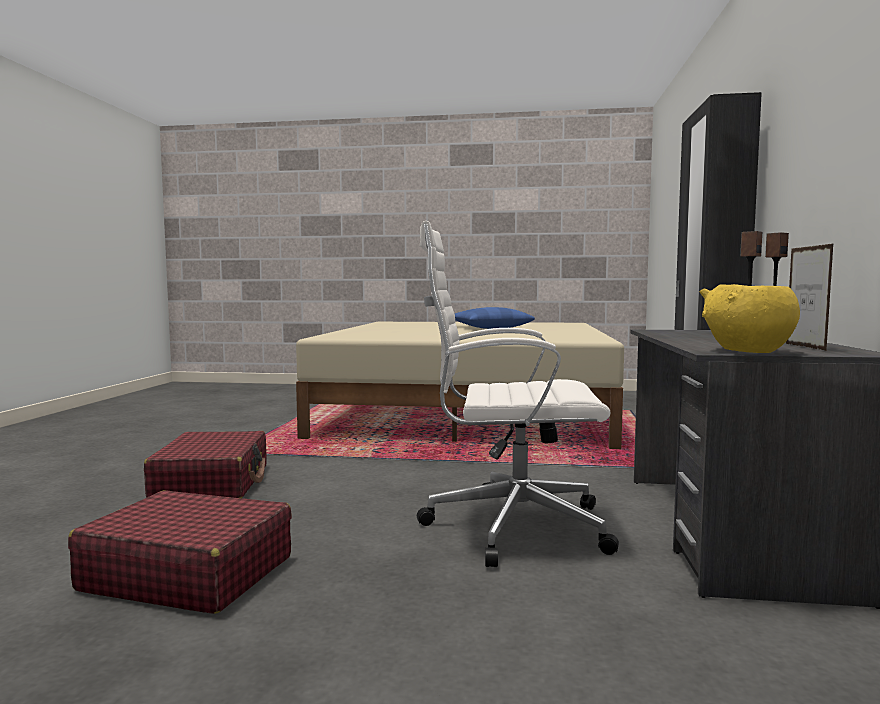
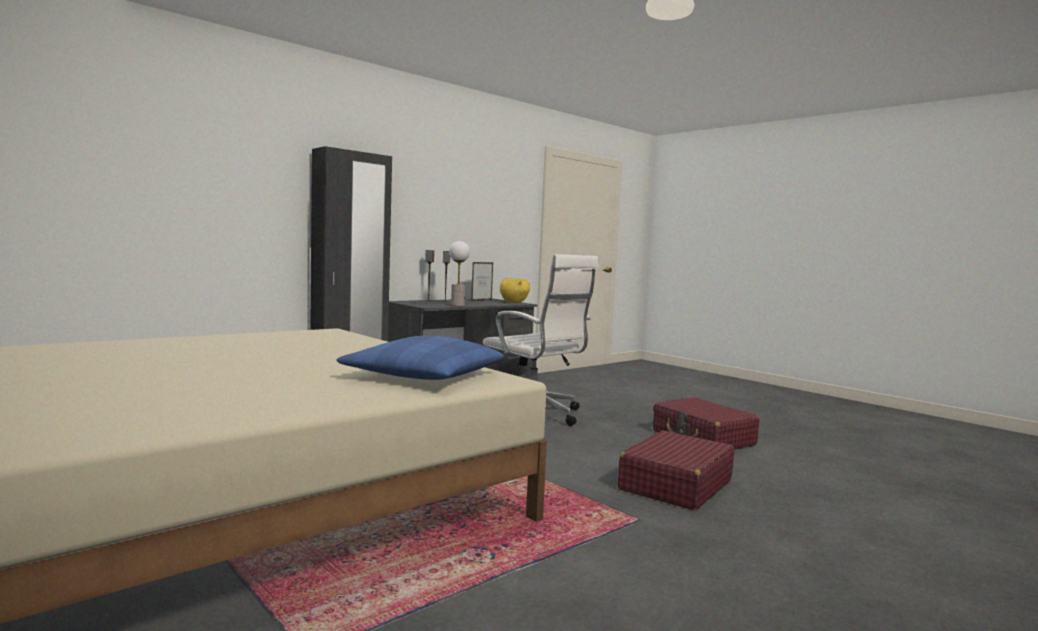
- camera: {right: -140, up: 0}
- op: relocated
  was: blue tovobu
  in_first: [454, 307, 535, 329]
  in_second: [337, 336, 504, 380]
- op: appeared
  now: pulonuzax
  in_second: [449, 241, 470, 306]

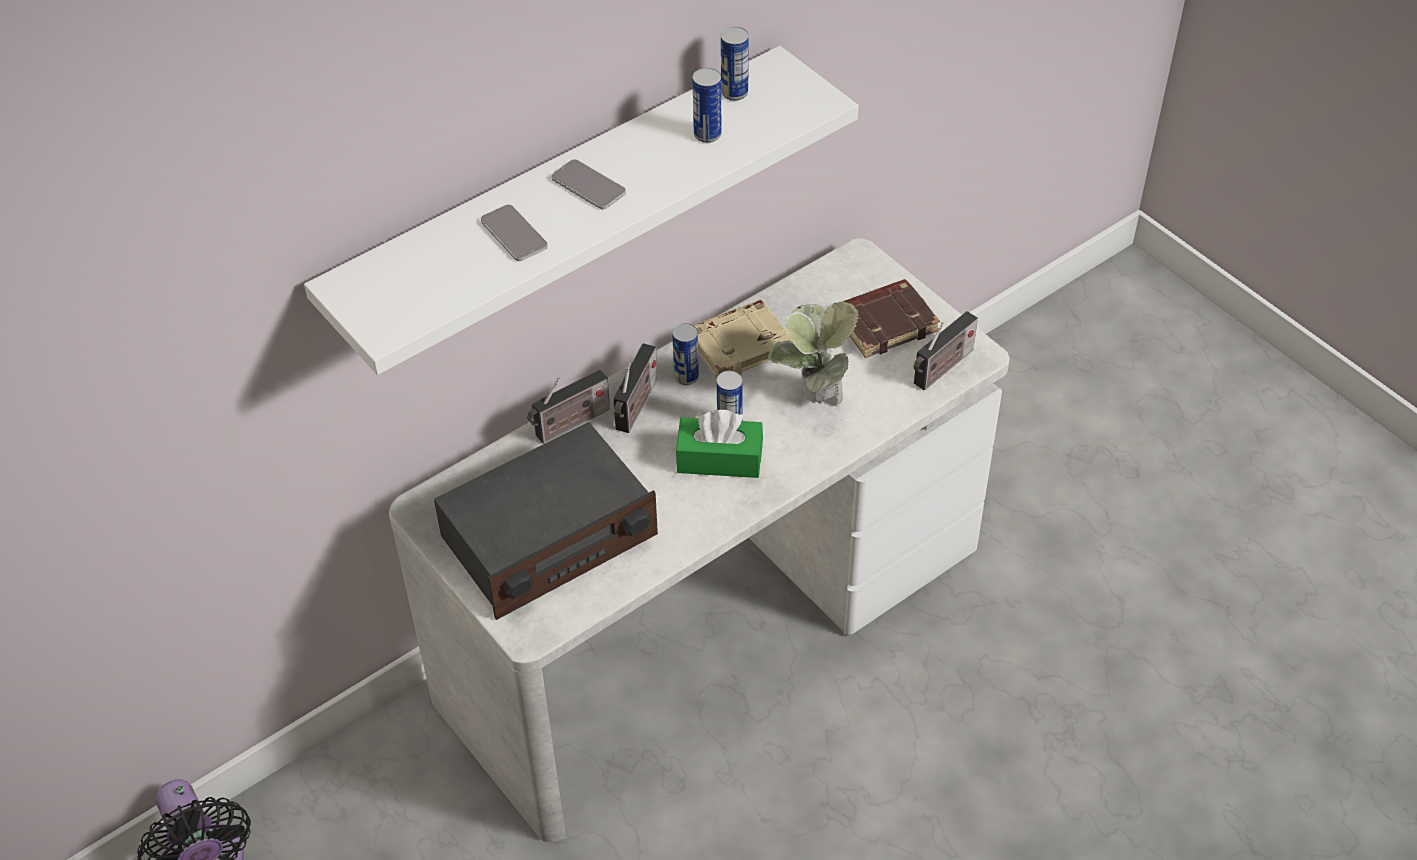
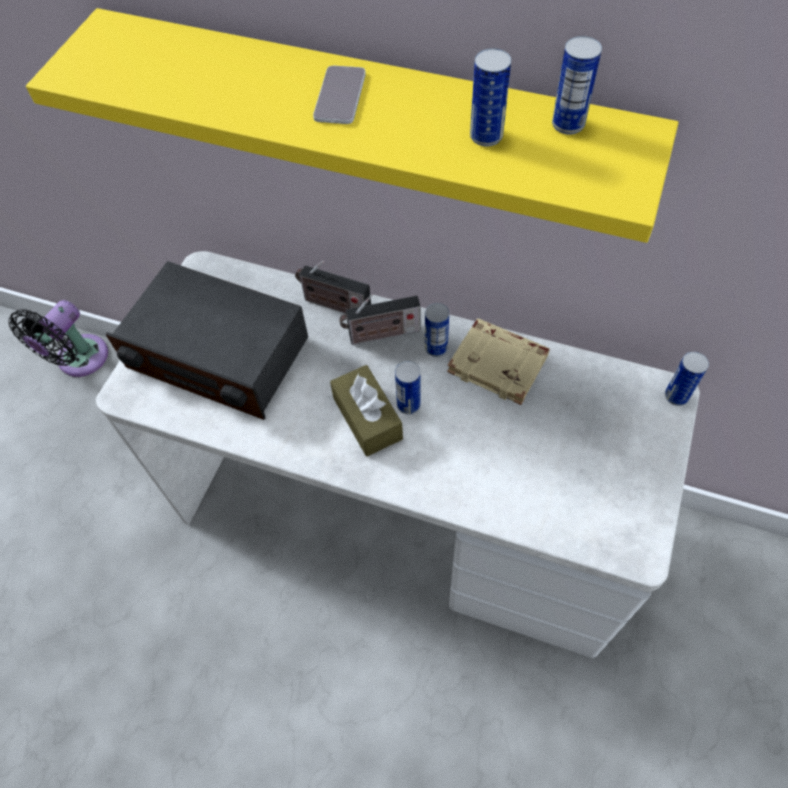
- camera: {right: 60, up: 10}
- op: colour
  was: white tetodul
  now: yellow tetodul
  in_first: [304, 46, 859, 375]
  in_second: [26, 8, 679, 243]
- op: missing
  was: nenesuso
  in_first: [481, 204, 548, 261]
- op: missing
  was: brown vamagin
  in_first: [844, 279, 940, 358]
- op: missing
  was: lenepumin
  in_first: [768, 301, 860, 404]
- op: missing
  was: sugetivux
  in_first: [914, 311, 978, 390]
- op: colour
  was: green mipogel
  now: brown mipogel
  in_first: [676, 410, 763, 478]
  in_second: [330, 365, 403, 456]
- op: appeared
  now: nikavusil
  in_second: [665, 352, 709, 406]

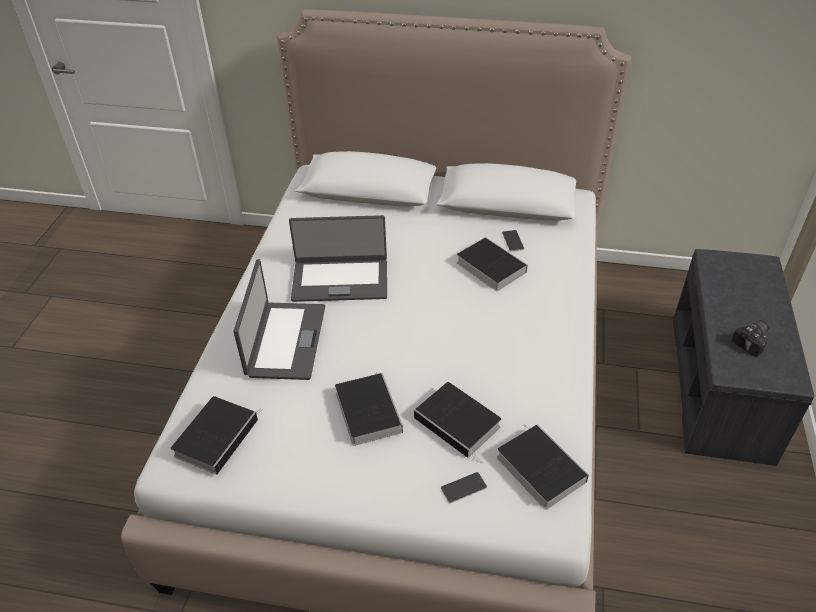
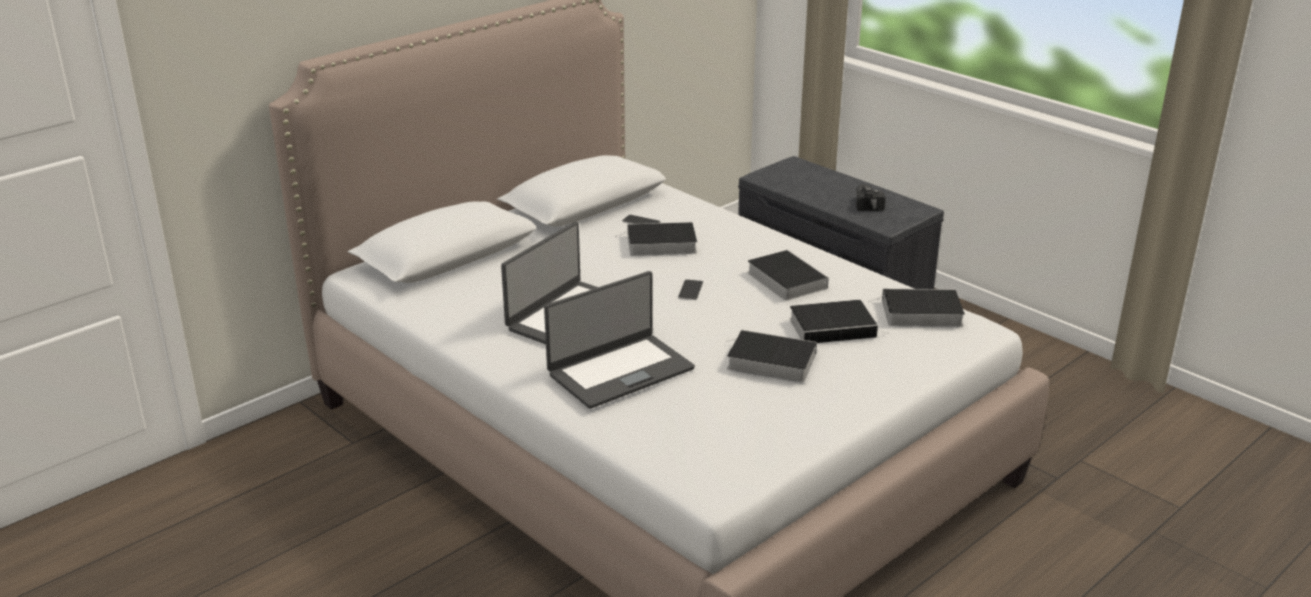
- camera: {right: -55, up: -15}
- op: spun
  was: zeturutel
  in_first: [234, 259, 325, 380]
  in_second: [544, 271, 695, 409]
  clockwise: 105
- op: relocated
  was: vamagin
  in_first: [171, 396, 262, 475]
  in_second: [747, 250, 829, 301]
- op: relocated
  was: nenesuso
  in_first: [441, 472, 487, 503]
  in_second: [678, 279, 703, 300]

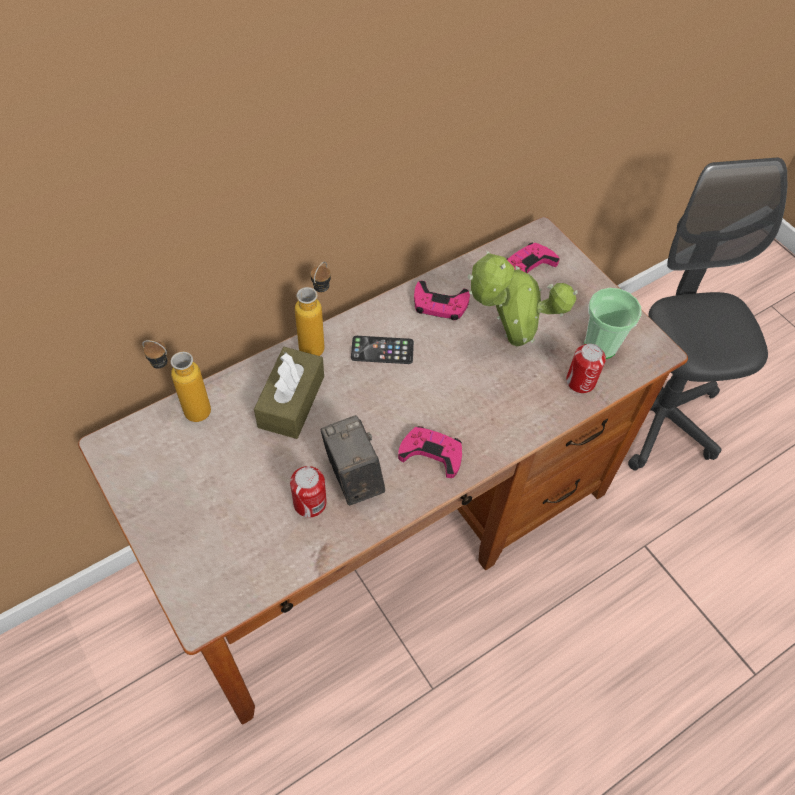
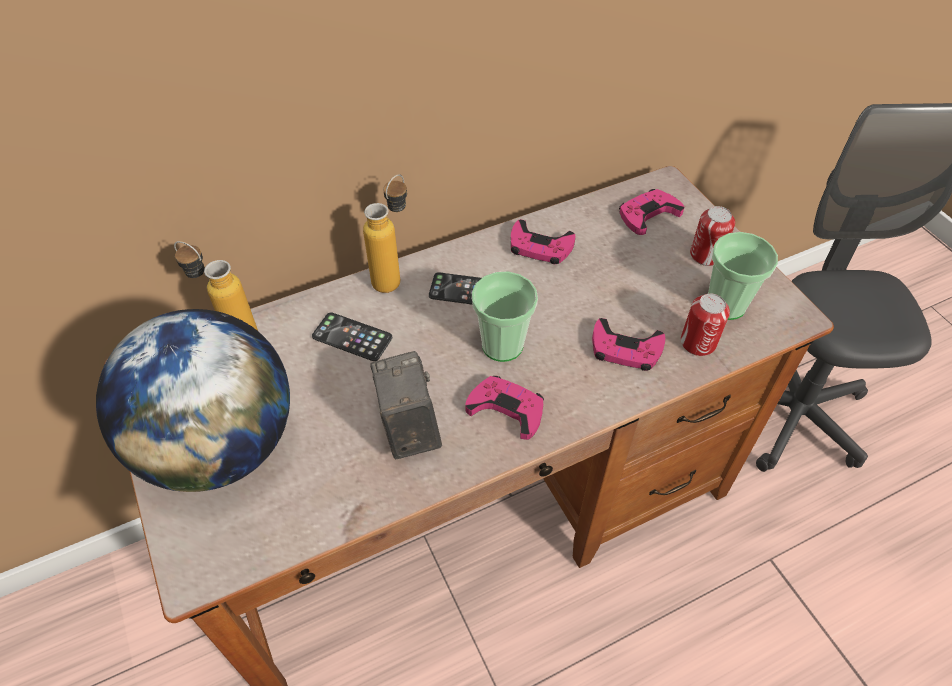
- camera: {right: 10, up: -5}
- op: missing
  was: lenepumin
  in_first: [467, 251, 578, 346]
- op: exchanged
  was: brown mipogel
  now: nenesuso
  in_first: [254, 347, 324, 439]
  in_second: [312, 312, 392, 361]
- op: relocated
  was: nikavusil
  in_first: [290, 466, 327, 518]
  in_second: [690, 206, 735, 266]
- op: appeared
  now: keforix
  in_second: [472, 271, 538, 362]
- op: appeared
  now: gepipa
  in_second: [96, 309, 290, 492]
- op: appeared
  now: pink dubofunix
  in_second: [592, 318, 665, 371]

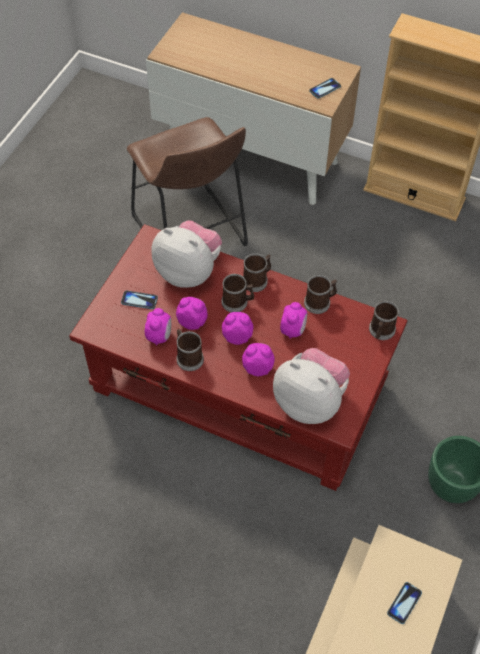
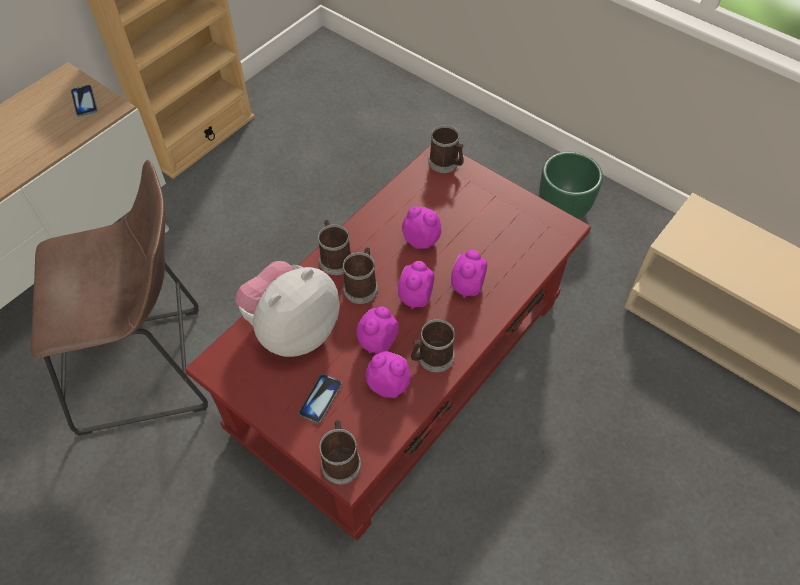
- camera: {right: -75, up: 0}
- op: relocated
  was: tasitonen
  in_first: [304, 275, 337, 314]
  in_second: [319, 420, 361, 484]
- op: missing
  was: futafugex
  in_first: [273, 348, 350, 424]
- op: missing
  was: nenesuso
  in_first: [387, 582, 422, 624]

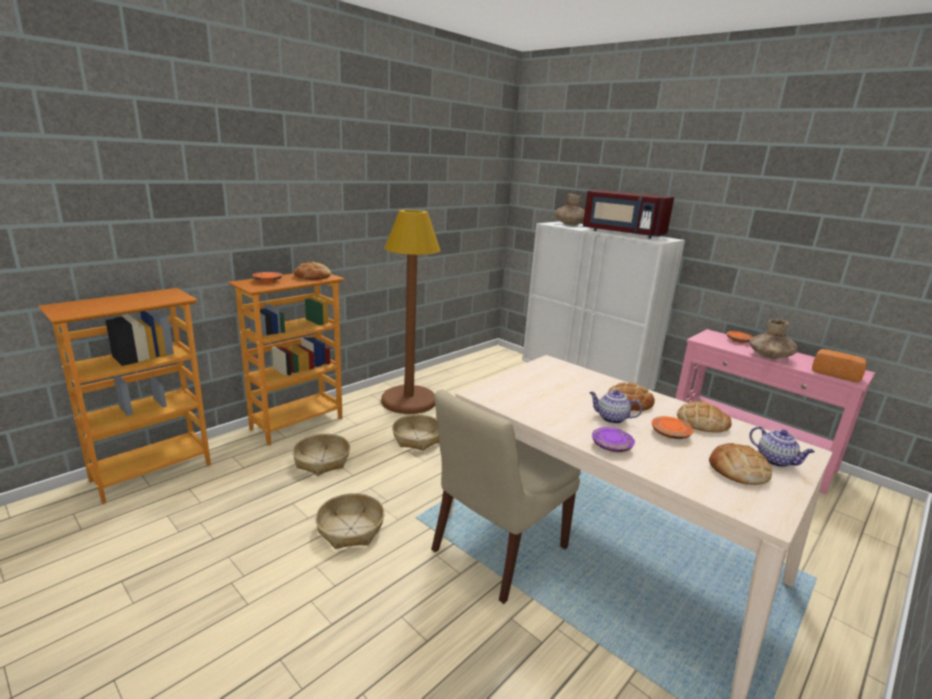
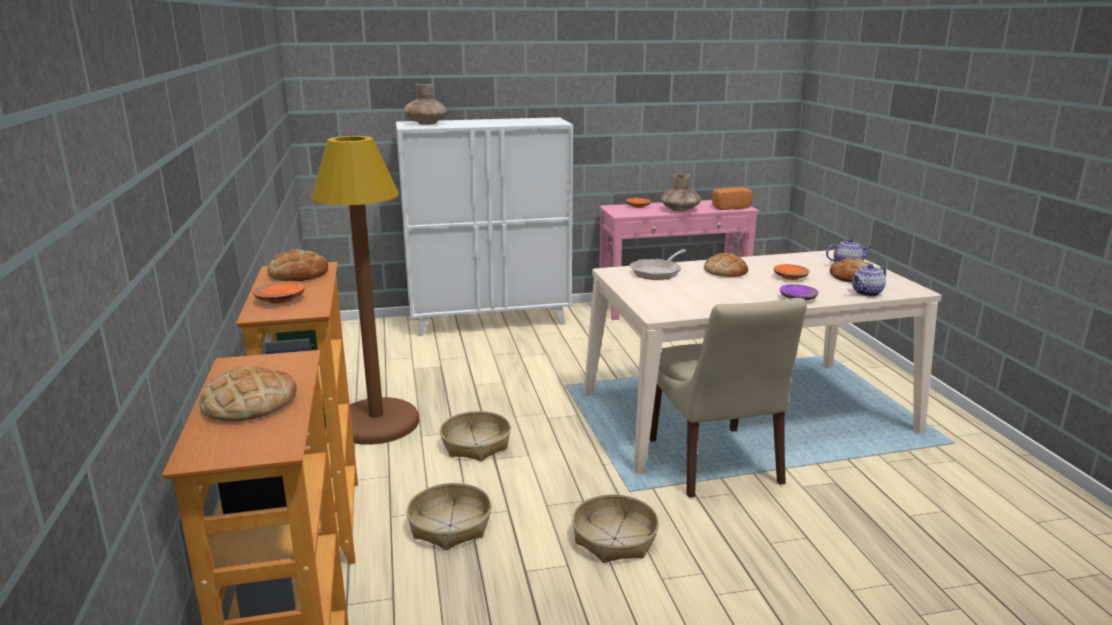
- camera: {right: -55, up: 0}
- op: missing
  was: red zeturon
  in_first: [583, 190, 674, 239]
- op: relocated
  was: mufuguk
  in_first: [590, 390, 642, 424]
  in_second: [852, 264, 886, 296]
- op: relocated
  was: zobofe
  in_first: [677, 401, 731, 432]
  in_second: [199, 366, 297, 421]
- op: appeared
  now: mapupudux
  in_second: [630, 249, 687, 280]

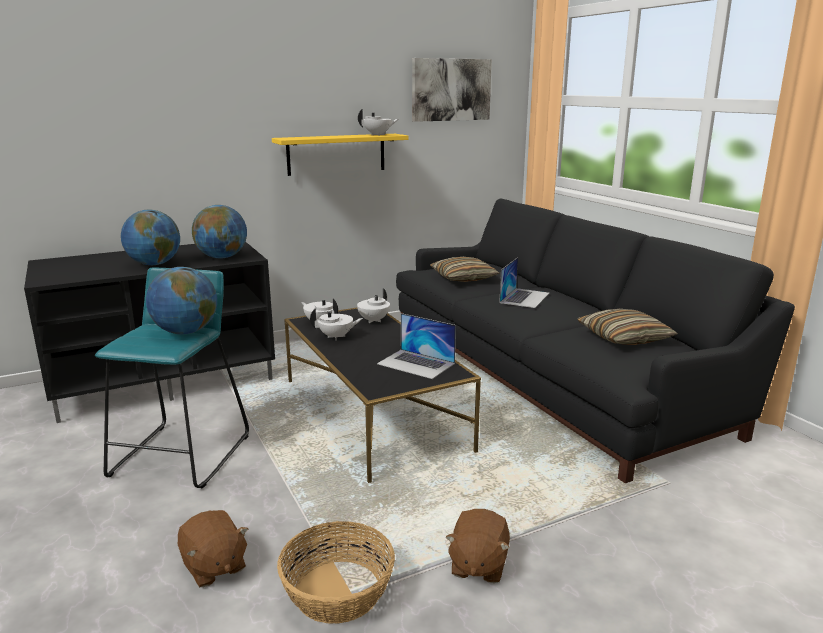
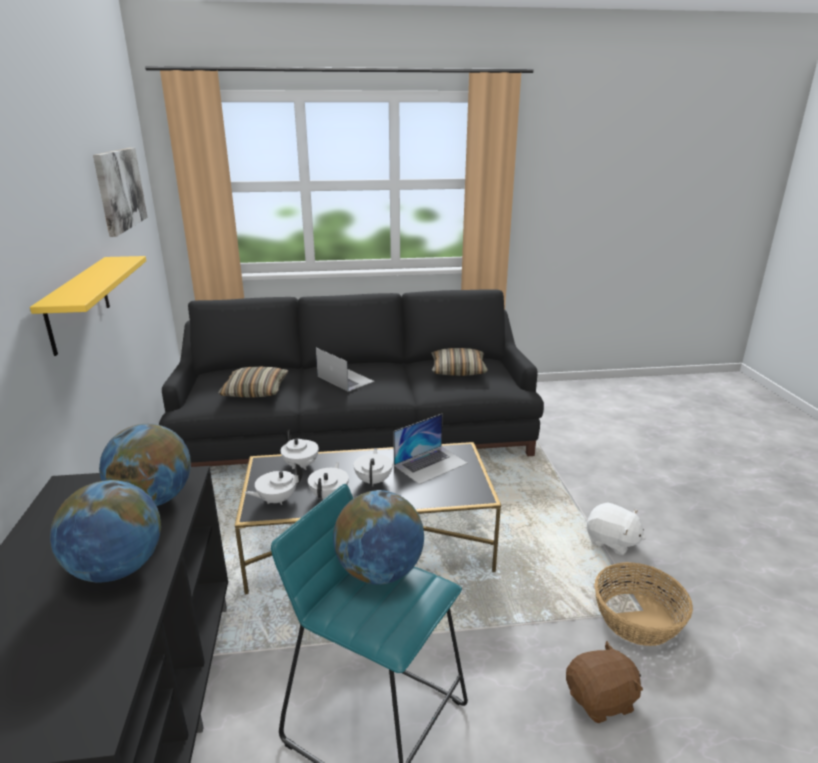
- camera: {right: -70, up: 5}
- op: relocated
  was: white mufuguk
  in_first: [358, 109, 399, 136]
  in_second: [354, 448, 393, 487]
- op: colour
  was: brown futafugex
  now: white futafugex
  in_first: [445, 509, 510, 583]
  in_second: [587, 502, 646, 555]

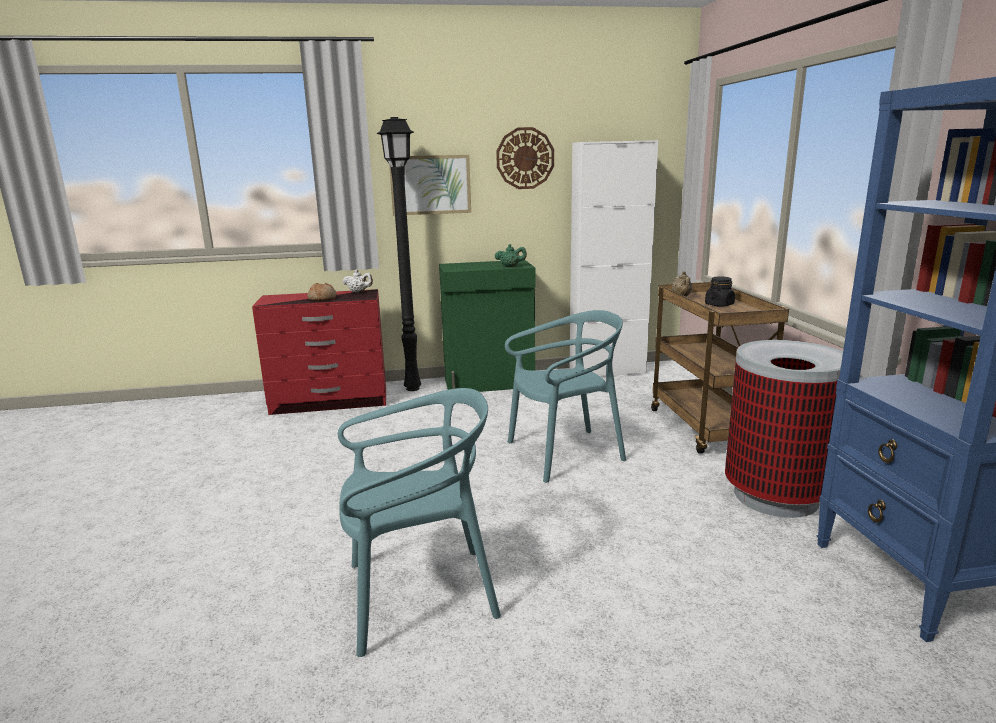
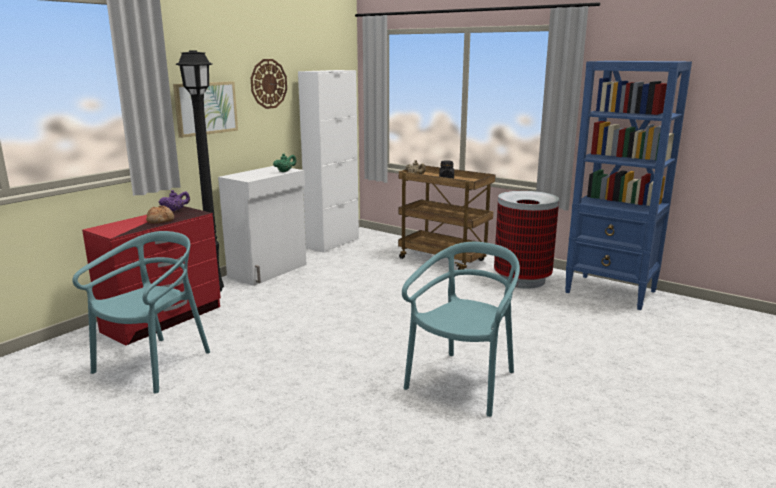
- camera: {right: -45, up: 0}
- op: colour
  was: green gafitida
  now: white gafitida
  in_first: [439, 260, 536, 392]
  in_second: [218, 166, 306, 286]
- op: colour
  was: white mufuguk
  now: purple mufuguk
  in_first: [343, 270, 373, 293]
  in_second: [159, 190, 190, 211]
- op: relocated
  was: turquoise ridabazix
  in_first: [505, 310, 626, 483]
  in_second: [72, 231, 210, 394]

